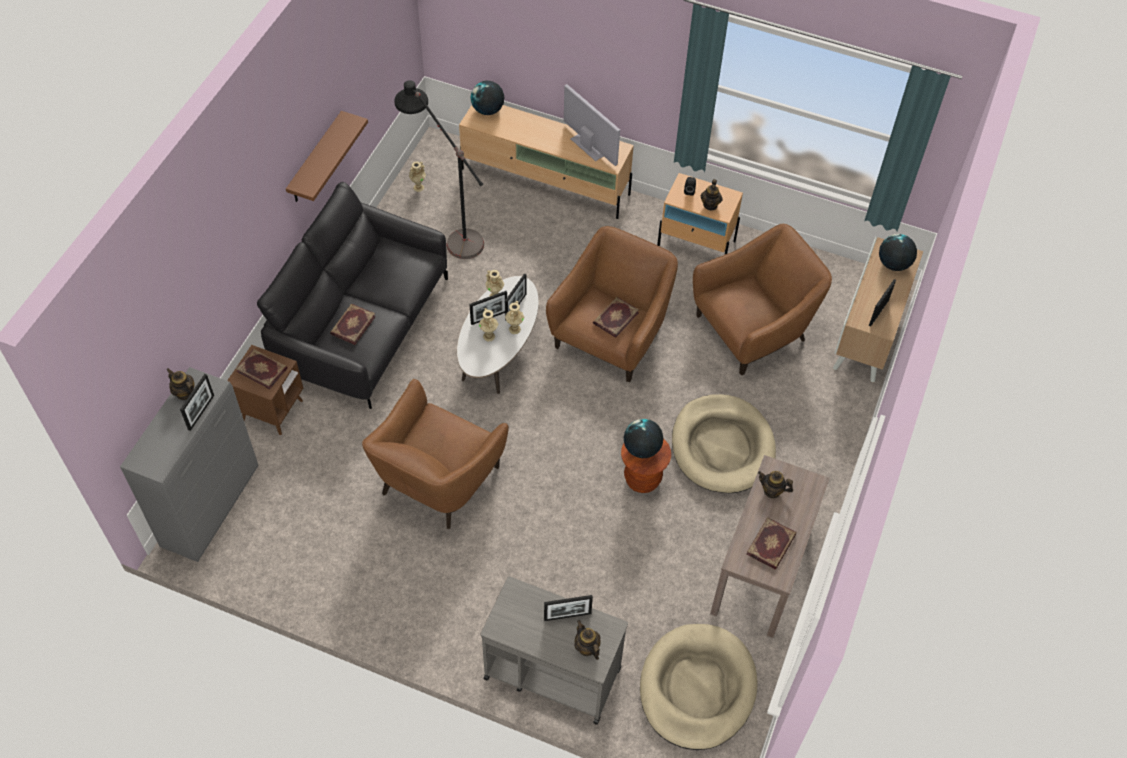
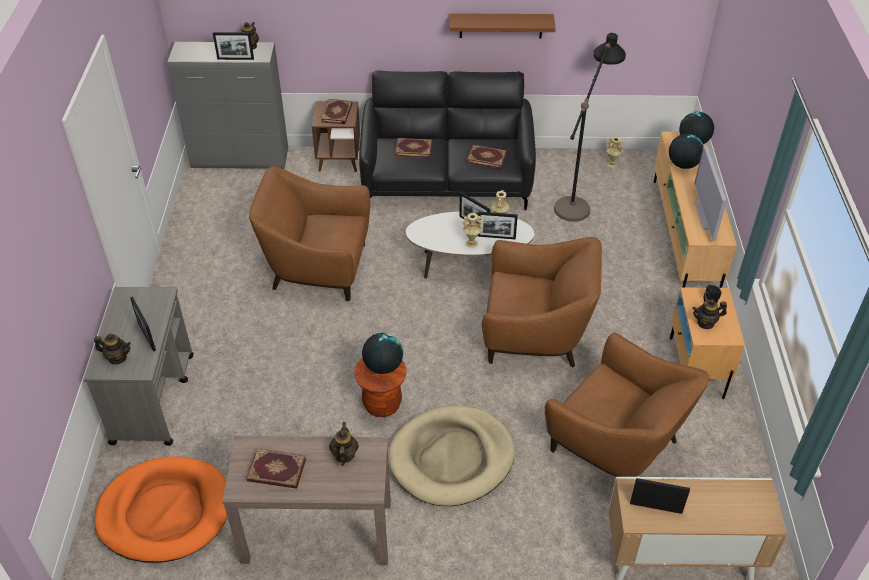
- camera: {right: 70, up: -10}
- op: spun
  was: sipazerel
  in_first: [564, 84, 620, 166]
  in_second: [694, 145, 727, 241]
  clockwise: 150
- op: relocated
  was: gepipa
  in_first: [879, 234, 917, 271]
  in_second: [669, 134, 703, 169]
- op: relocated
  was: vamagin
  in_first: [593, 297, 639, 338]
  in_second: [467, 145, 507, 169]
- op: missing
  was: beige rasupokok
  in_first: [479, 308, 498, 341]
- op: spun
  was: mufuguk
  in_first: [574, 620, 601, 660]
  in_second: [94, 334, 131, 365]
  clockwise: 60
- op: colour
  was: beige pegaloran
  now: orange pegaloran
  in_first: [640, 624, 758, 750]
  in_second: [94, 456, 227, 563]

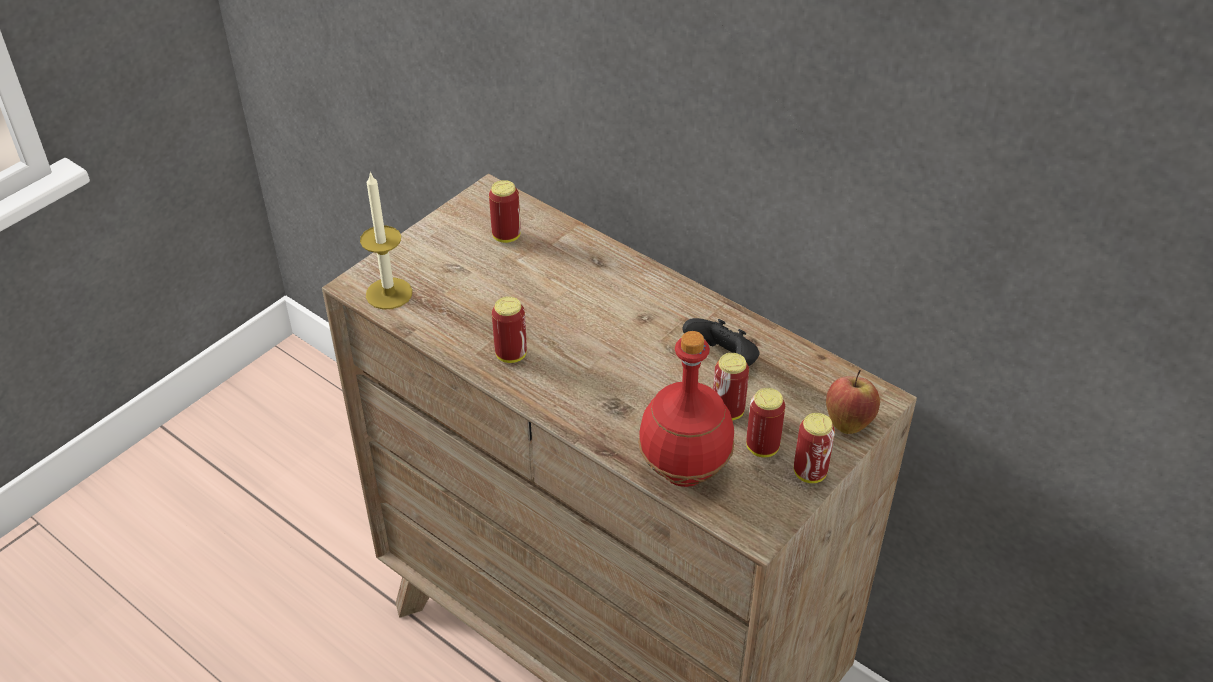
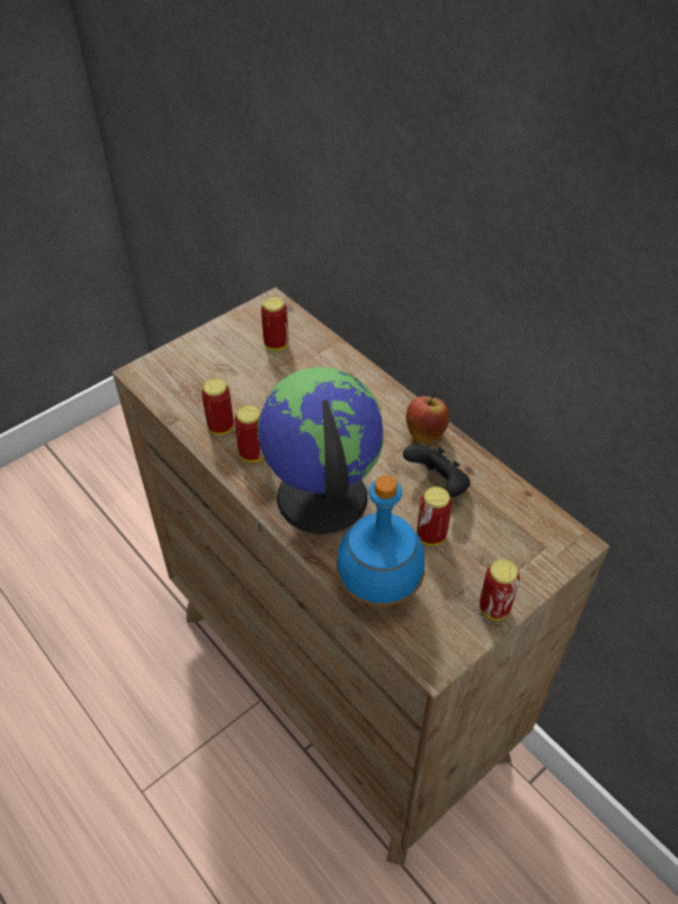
- camera: {right: 10, up: 5}
- op: missing
  was: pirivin
  in_first: [360, 171, 412, 309]
- op: colour
  was: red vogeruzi
  now: blue vogeruzi
  in_first: [638, 331, 734, 487]
  in_second: [336, 475, 425, 607]
- op: relocated
  was: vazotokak
  in_first: [826, 370, 880, 434]
  in_second: [406, 392, 449, 443]
- op: relocated
  was: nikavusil
  in_first: [746, 388, 785, 457]
  in_second: [202, 378, 234, 435]
- op: appeared
  now: gepipa
  in_second: [257, 367, 383, 534]

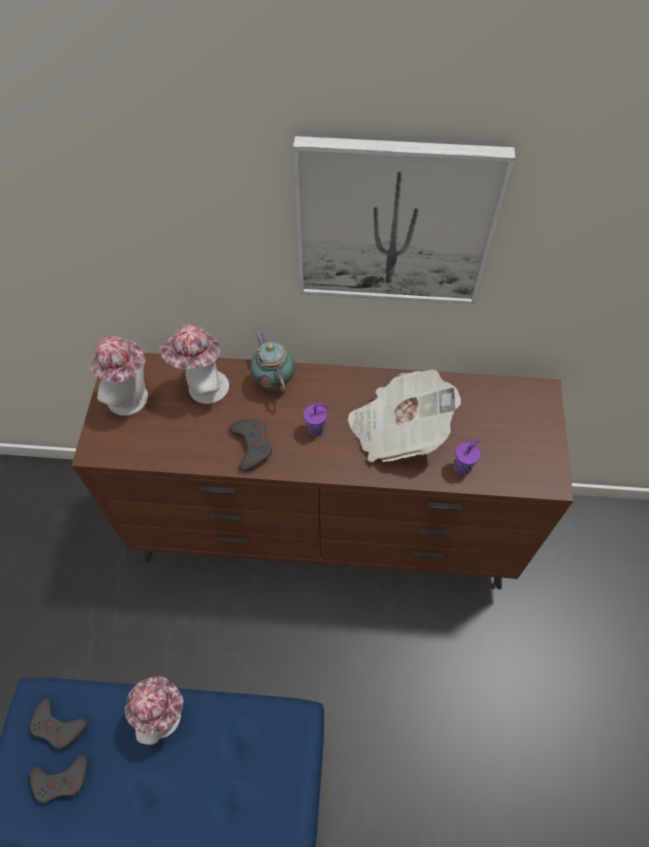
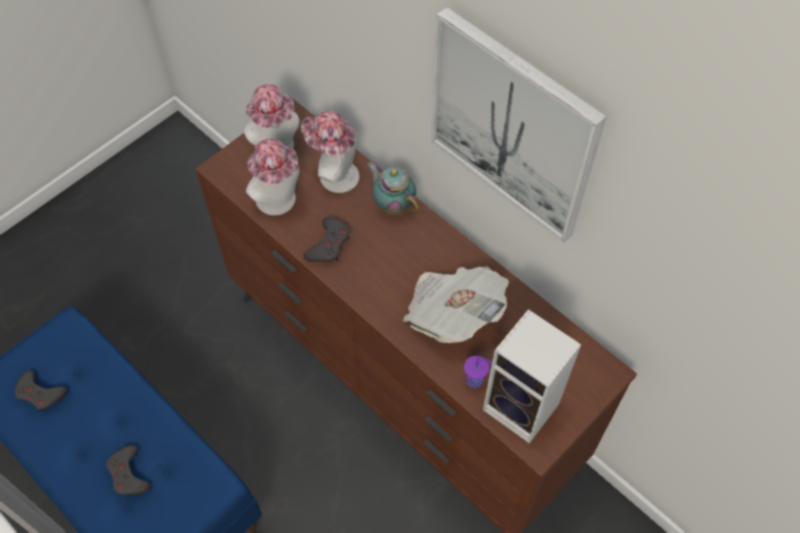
- camera: {right: 40, up: 0}
- op: spun
  was: mufuguk
  in_first: [250, 332, 295, 393]
  in_second: [367, 162, 419, 215]
  clockwise: -60
- op: missing
  was: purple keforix
  in_first: [303, 403, 329, 437]
- op: relocated
  was: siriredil
  in_first: [125, 676, 184, 745]
  in_second: [246, 139, 299, 216]
- op: relocated
  was: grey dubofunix
  in_first: [30, 698, 88, 749]
  in_second: [106, 445, 150, 495]
- op: appeared
  now: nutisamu
  in_second: [483, 309, 581, 444]

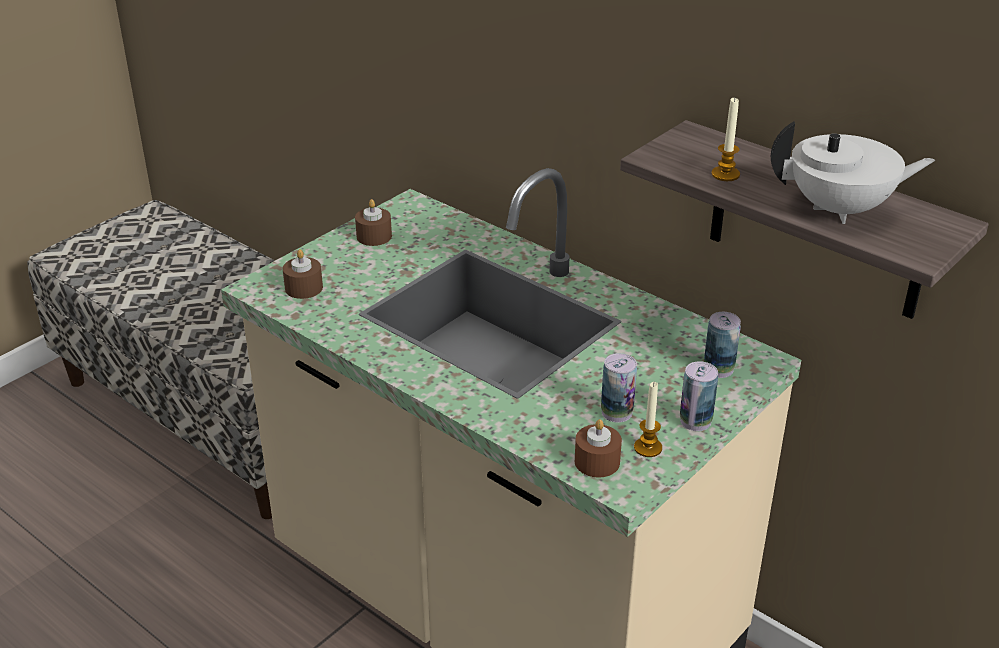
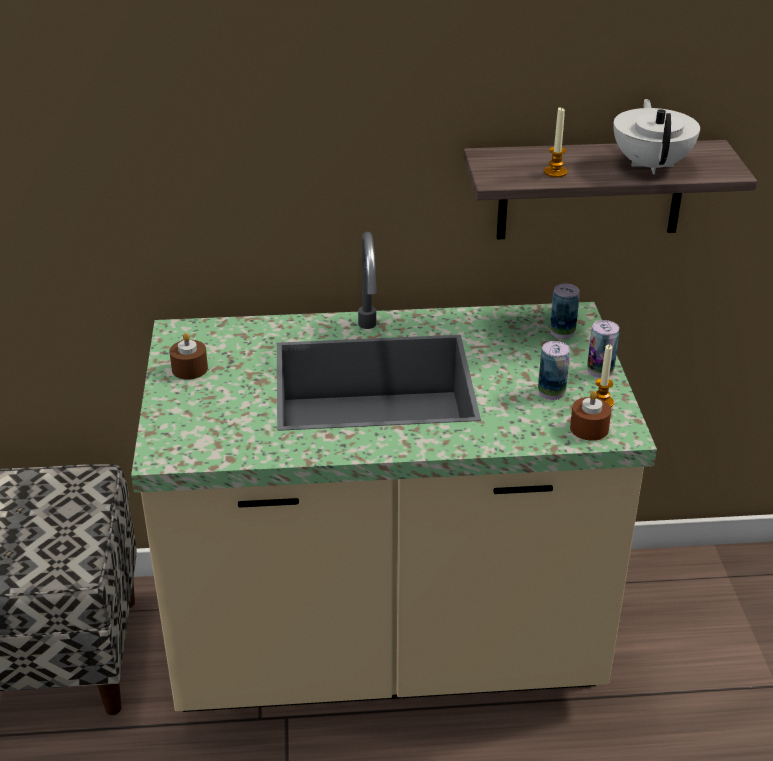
- camera: {right: -45, up: 0}
- op: spun
  was: white mufuguk
  in_first: [771, 121, 935, 224]
  in_second: [613, 99, 700, 175]
  clockwise: -45
- op: missing
  was: brown pirivin
  in_first: [283, 249, 323, 299]

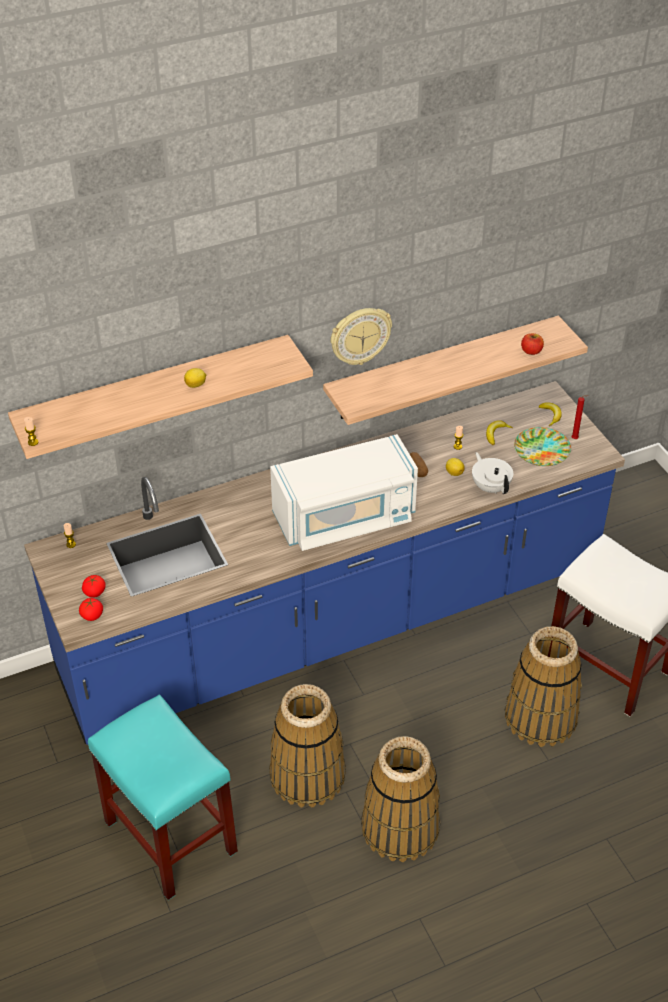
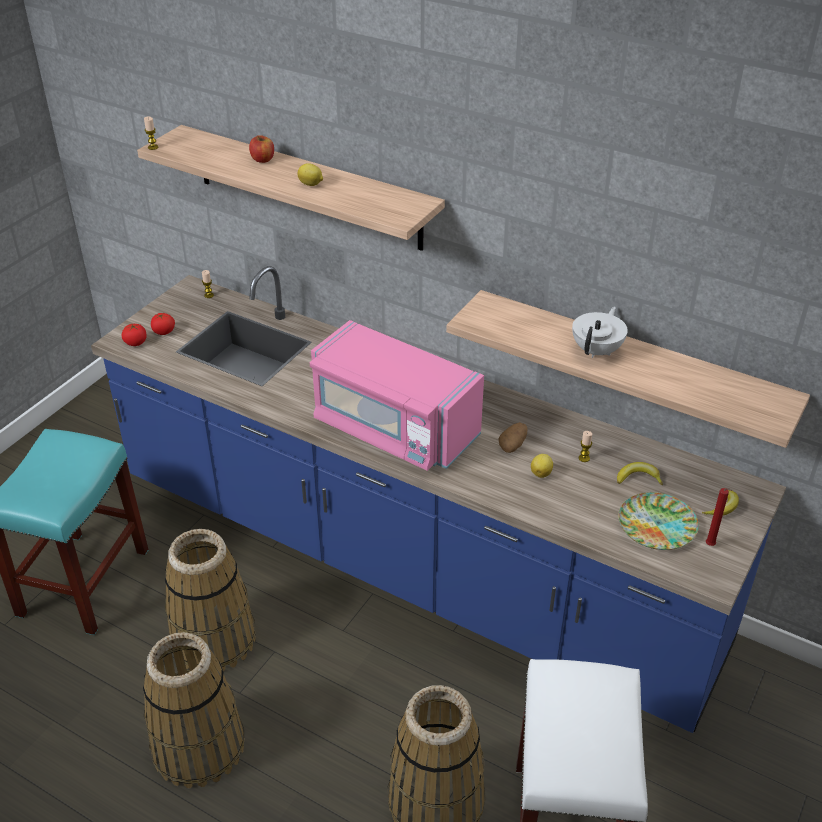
- camera: {right: 55, up: -5}
- op: missing
  was: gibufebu
  in_first: [331, 308, 392, 365]
- op: relocated
  was: vazotokak
  in_first: [521, 333, 544, 355]
  in_second: [249, 135, 274, 163]
- op: colour
  was: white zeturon
  now: pink zeturon
  in_first: [270, 434, 418, 551]
  in_second: [310, 320, 484, 471]
- op: relocated
  was: white mufuguk
  in_first: [472, 452, 513, 494]
  in_second: [572, 307, 628, 358]

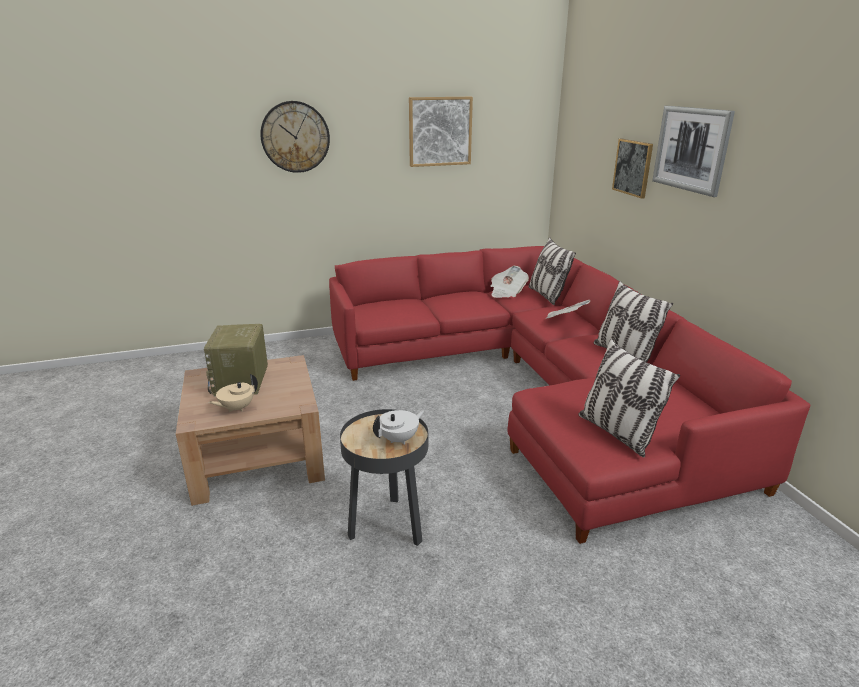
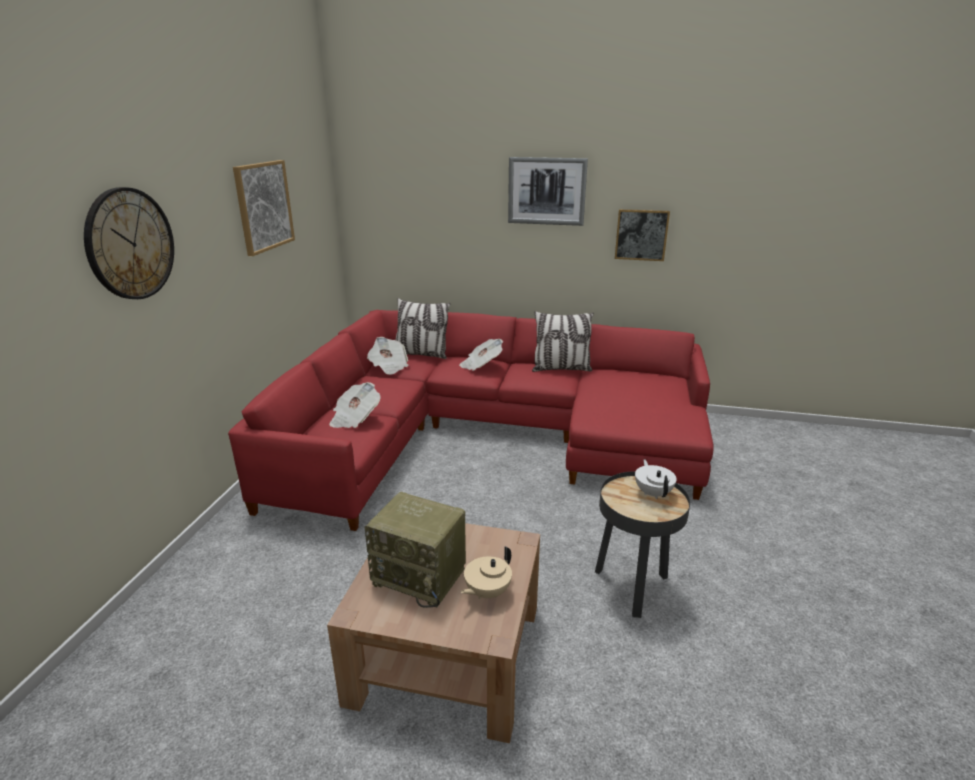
- camera: {right: -60, up: 0}
- op: relocated
  was: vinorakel
  in_first: [612, 139, 653, 199]
  in_second: [615, 209, 670, 261]
- op: missing
  was: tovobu
  in_first: [578, 339, 680, 457]
- op: spun
  was: beige mufuguk
  in_first: [208, 374, 258, 412]
  in_second: [460, 546, 512, 599]
  clockwise: 60
- op: appeared
  now: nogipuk
  in_second: [329, 382, 381, 428]

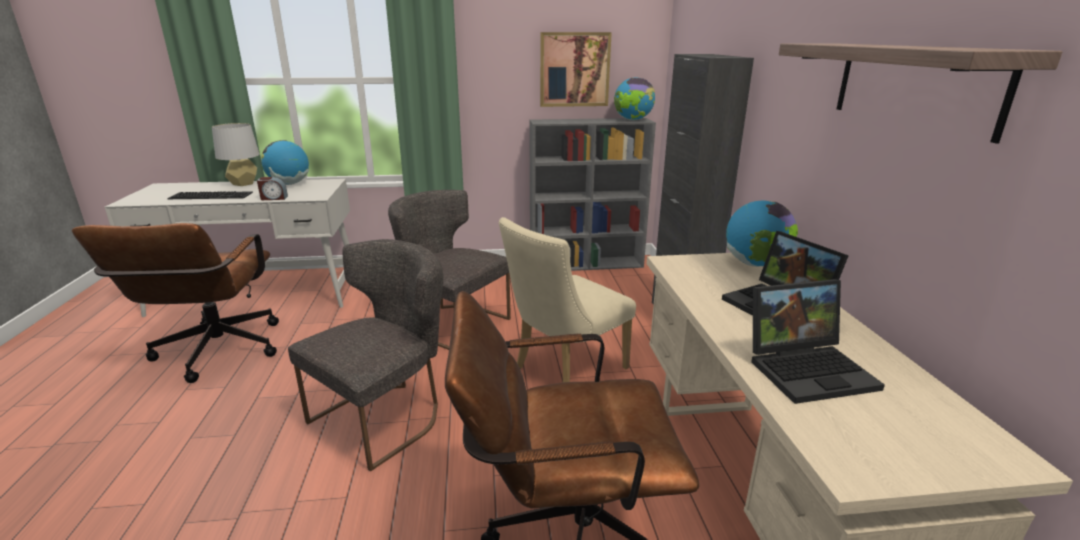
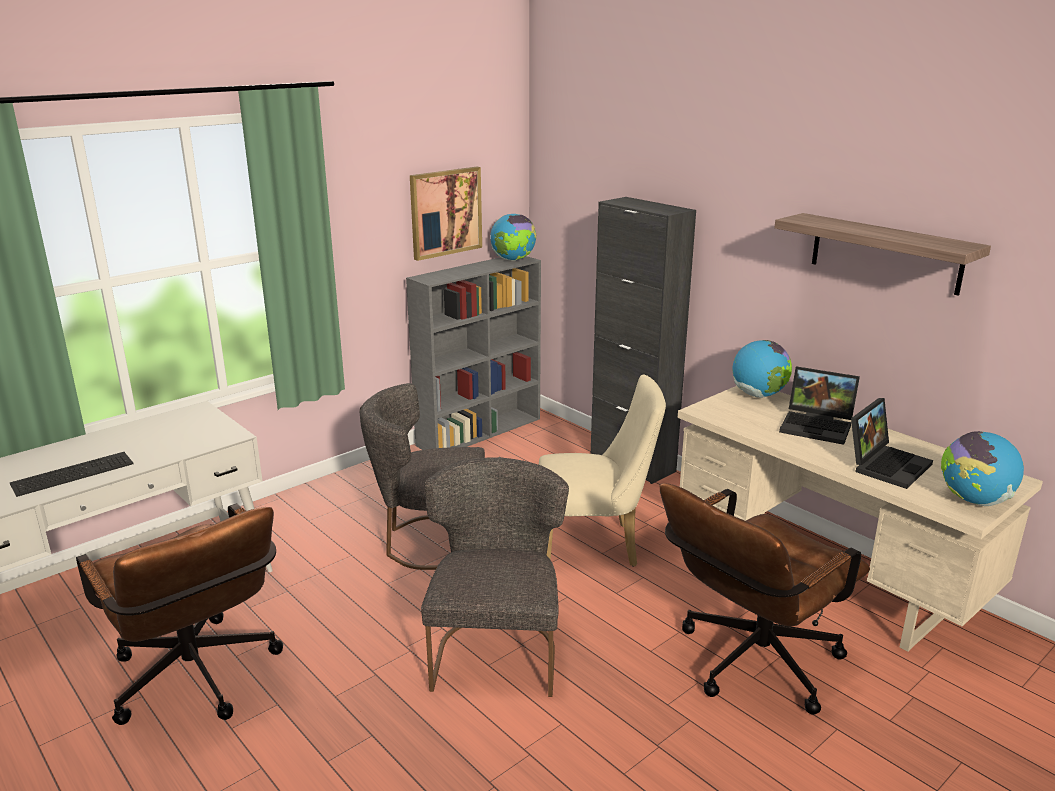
- camera: {right: -35, up: 0}
- op: missing
  was: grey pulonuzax
  in_first: [212, 123, 260, 186]
- op: relocated
  was: gepipa
  in_first: [261, 140, 309, 185]
  in_second: [941, 431, 1024, 506]
- op: missing
  was: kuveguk
  in_first: [257, 177, 288, 200]
- op: spun
  was: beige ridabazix
  in_first: [499, 217, 636, 382]
  in_second: [539, 374, 666, 567]
  clockwise: -105

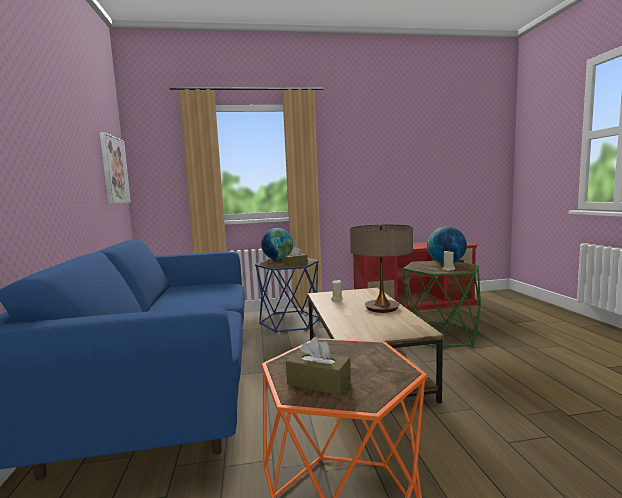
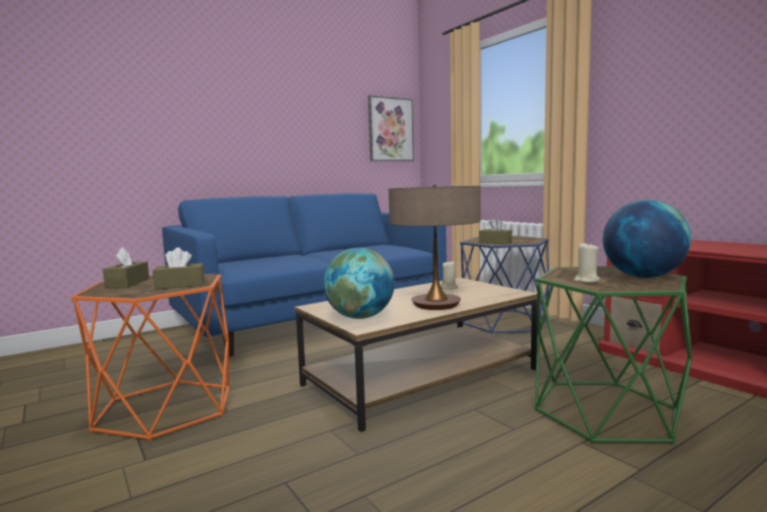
- camera: {right: 65, up: 0}
- op: relocated
  was: gepipa
  in_first: [261, 228, 293, 260]
  in_second: [323, 248, 395, 319]
- op: appeared
  now: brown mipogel
  in_second: [153, 247, 205, 290]

